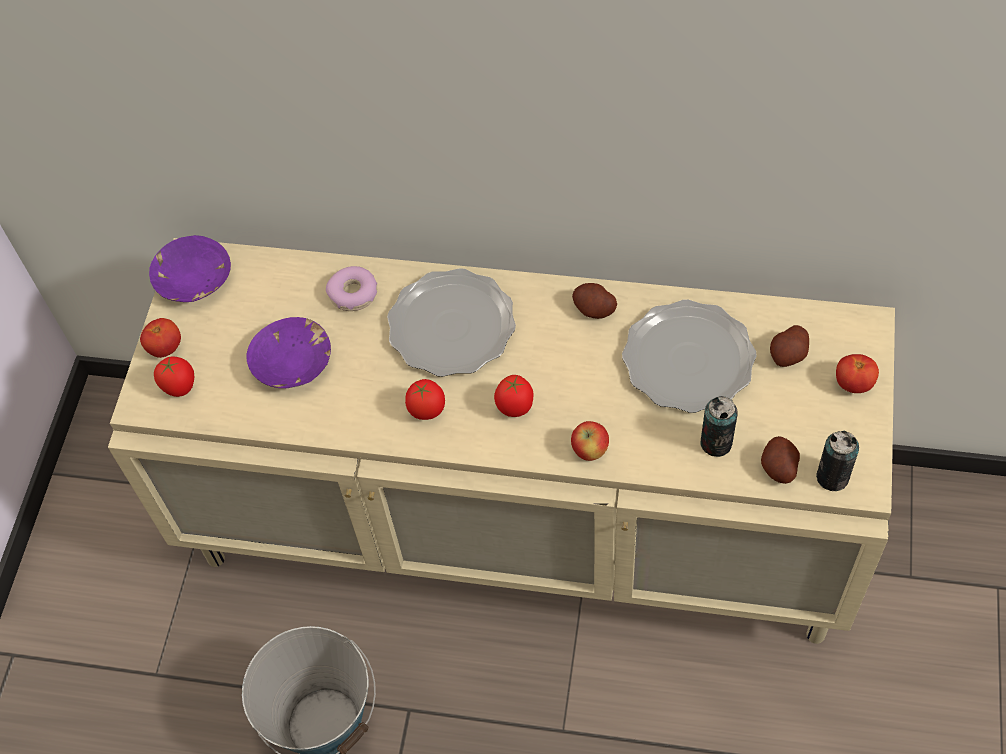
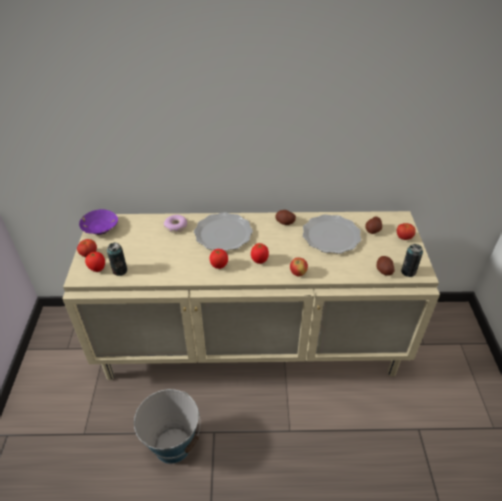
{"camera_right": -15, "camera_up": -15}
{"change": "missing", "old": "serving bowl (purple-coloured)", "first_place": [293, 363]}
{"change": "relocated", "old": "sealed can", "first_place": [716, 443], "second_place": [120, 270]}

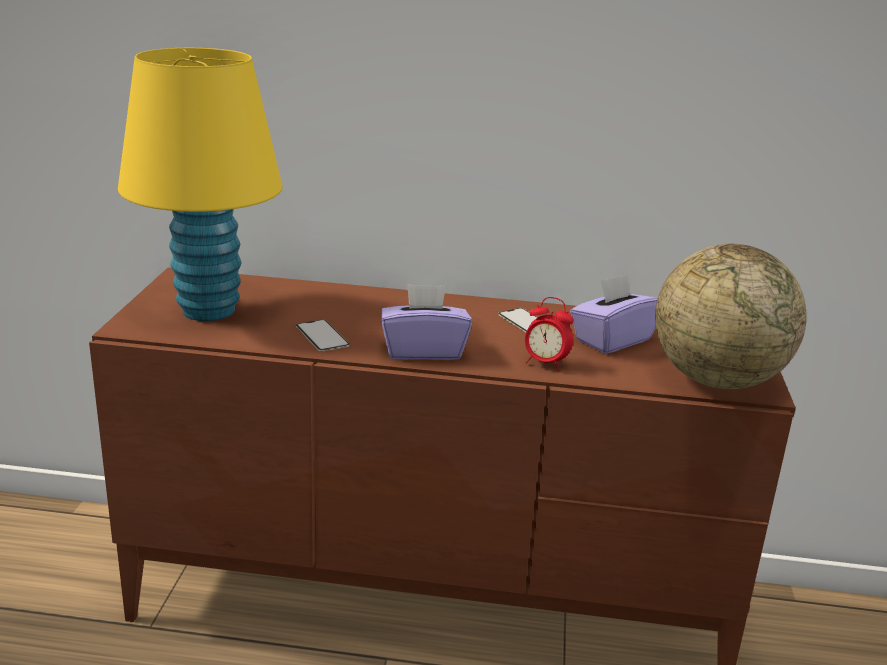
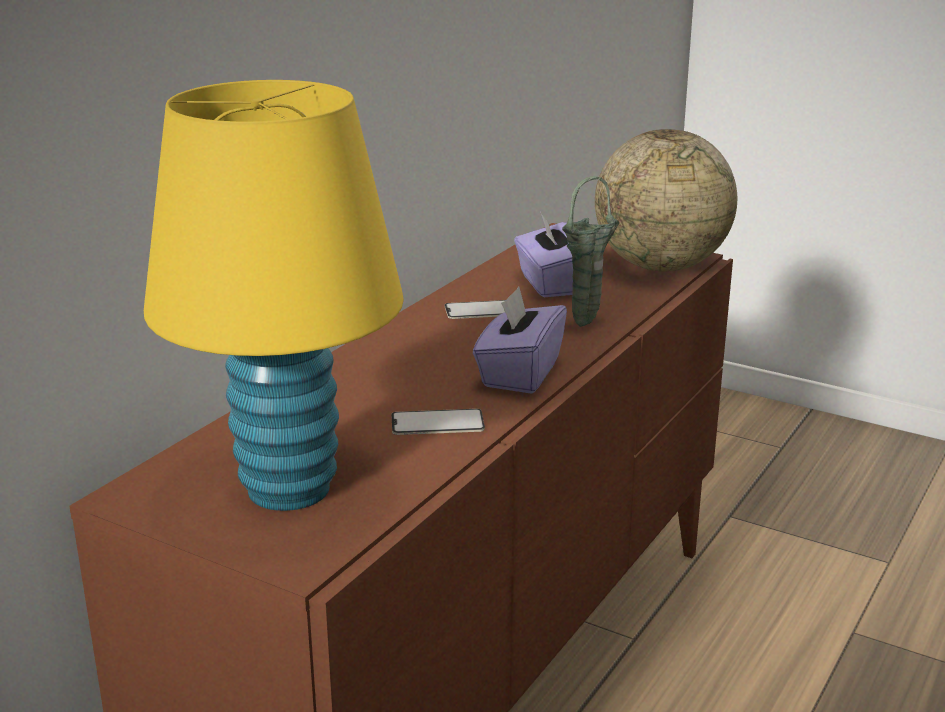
{"camera_right": -65, "camera_up": 0}
{"change": "exchanged", "old": "bedside clock", "new": "flower vase (green-coloured)", "first_place": [545, 363], "second_place": [587, 323]}

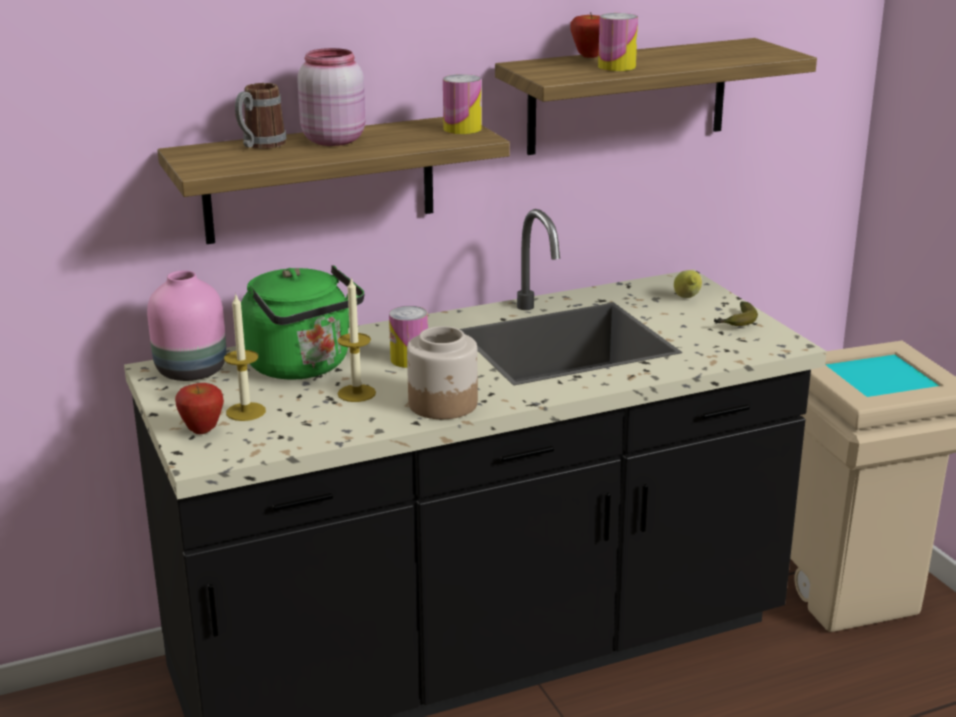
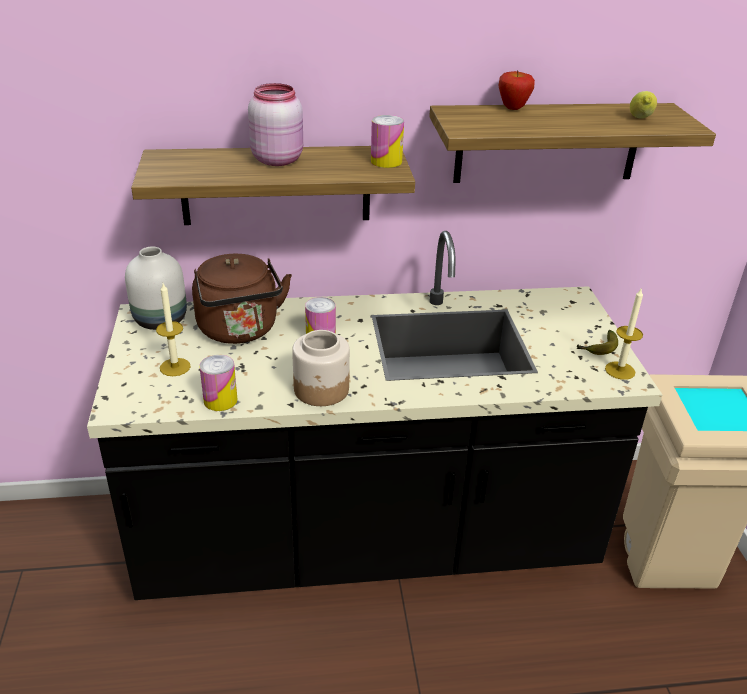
{"camera_right": 15, "camera_up": 10}
{"change": "missing", "old": "apple", "first_place": [202, 431]}
{"change": "missing", "old": "mug", "first_place": [259, 145]}
{"change": "relocated", "old": "wax light", "first_place": [356, 393], "second_place": [620, 370]}
{"change": "relocated", "old": "sealed can", "first_place": [616, 67], "second_place": [220, 400]}
{"change": "relocated", "old": "lemon", "first_place": [687, 298], "second_place": [640, 119]}
{"change": "colour", "old": "flower vase (pink-coloured)", "new": "flower vase (white)", "first_place": [192, 371], "second_place": [162, 319]}
{"change": "colour", "old": "kettle (green-coloured)", "new": "kettle (brown)", "first_place": [303, 367], "second_place": [240, 331]}

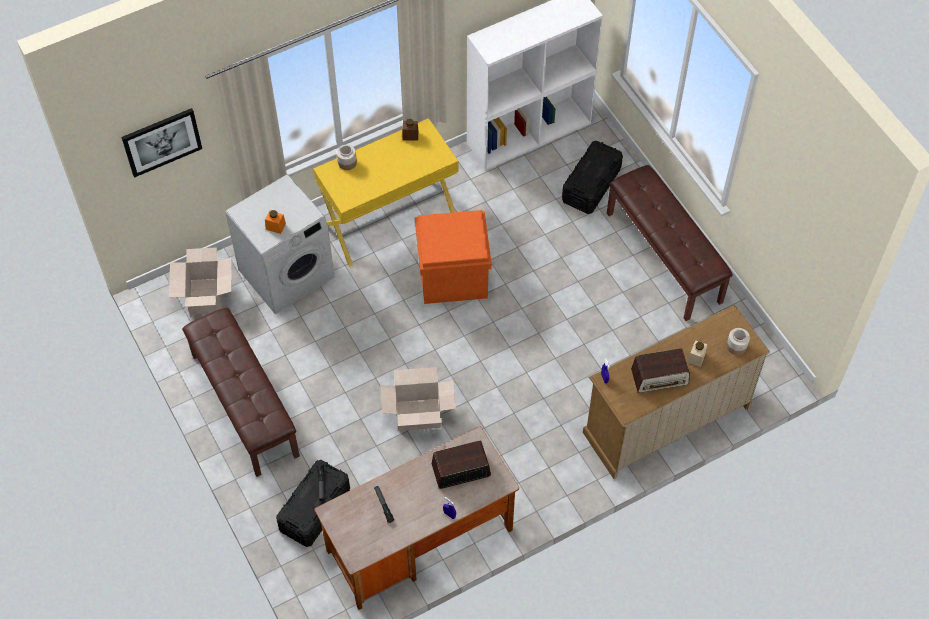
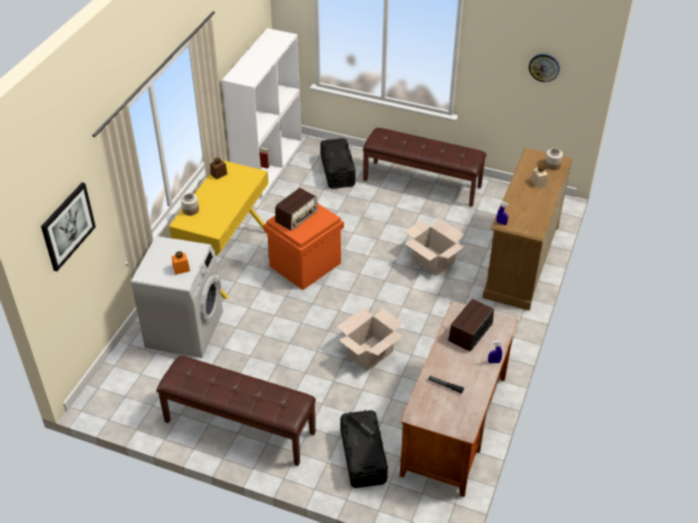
{"camera_right": -40, "camera_up": -15}
{"change": "appeared", "new": "clock on the wall", "second_place": [544, 67]}
{"change": "relocated", "old": "cardboard box", "first_place": [206, 296], "second_place": [433, 261]}
{"change": "relocated", "old": "radio receiver", "first_place": [660, 377], "second_place": [296, 216]}

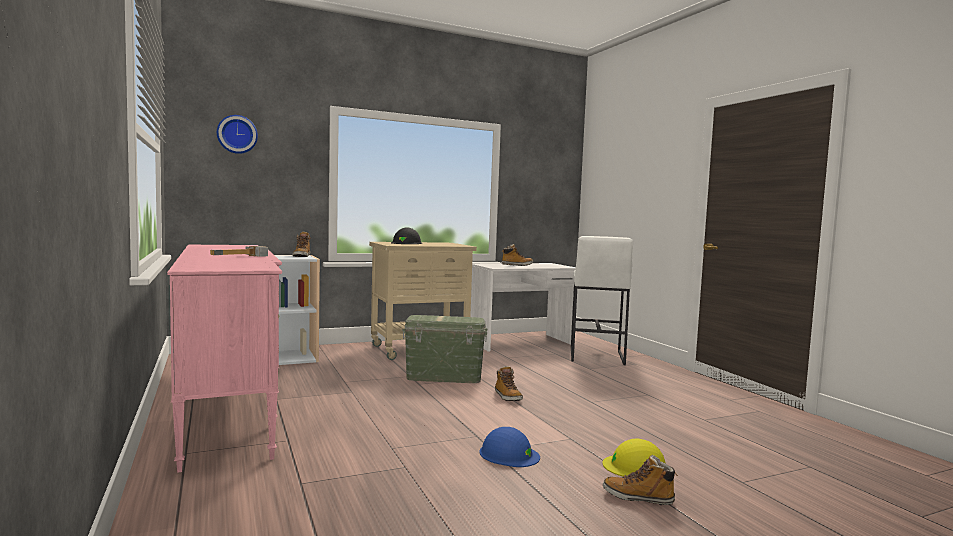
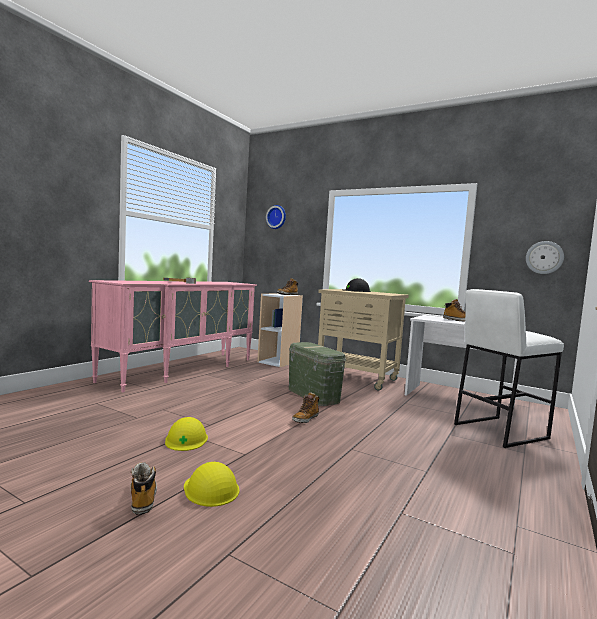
{"camera_right": 55, "camera_up": 0}
{"change": "appeared", "new": "clock on the wall", "second_place": [544, 257]}
{"change": "colour", "old": "safety helmet (blue-coloured)", "new": "safety helmet (yellowish)", "first_place": [509, 454], "second_place": [186, 439]}

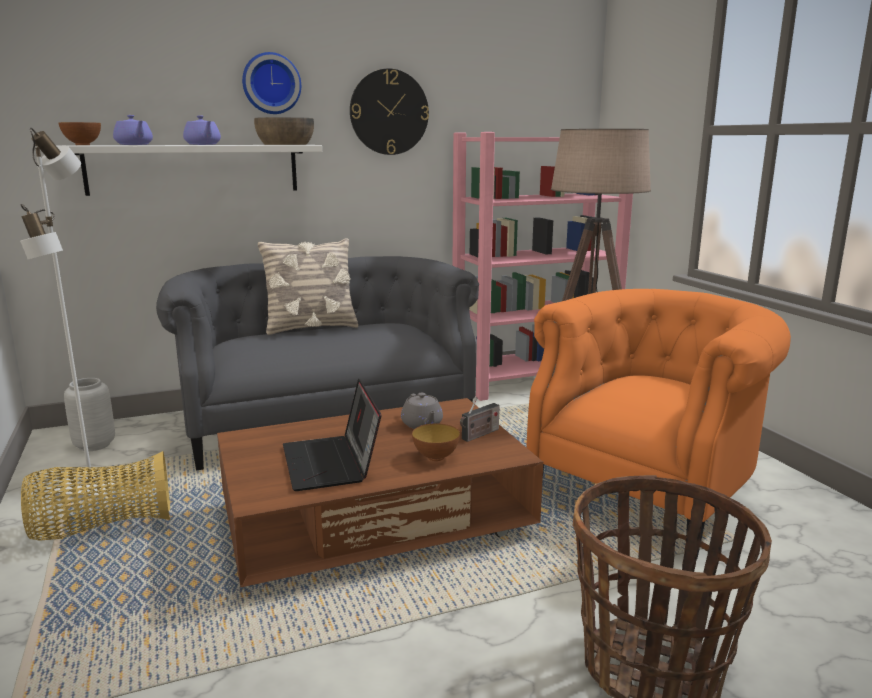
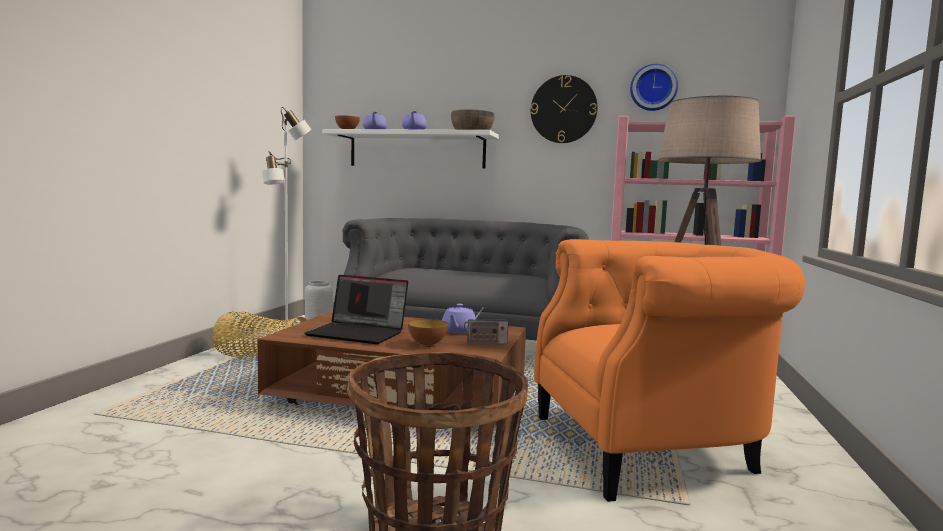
{"camera_right": 35, "camera_up": -10}
{"change": "missing", "old": "cushion (sand-coloured)", "first_place": [311, 328]}
{"change": "relocated", "old": "clock on the wall", "first_place": [271, 83], "second_place": [653, 88]}
{"change": "colour", "old": "tea pot (greyish)", "new": "tea pot (purple-coloured)", "first_place": [422, 424], "second_place": [458, 331]}
{"change": "spun", "old": "laptop", "first_place": [332, 463], "second_place": [359, 333], "degrees": -90}

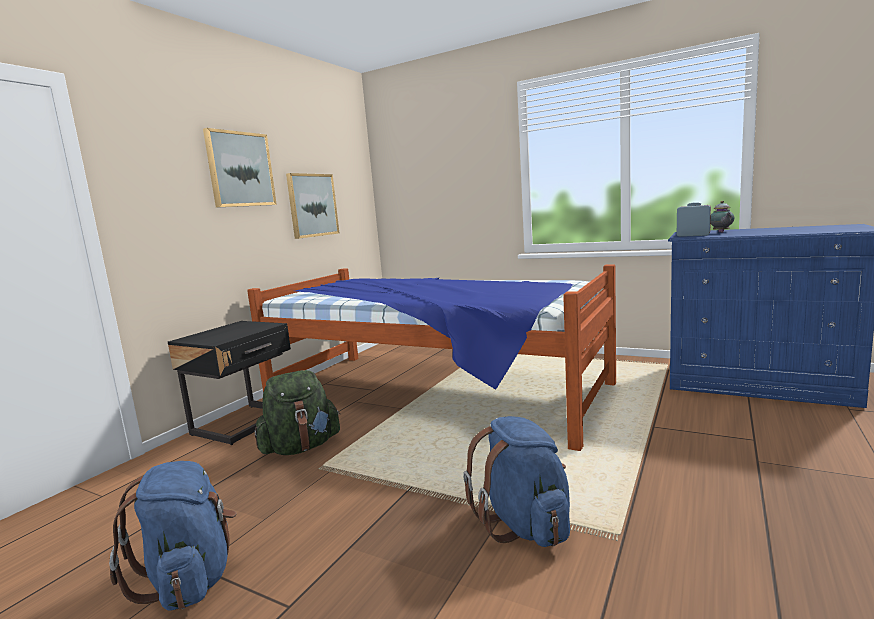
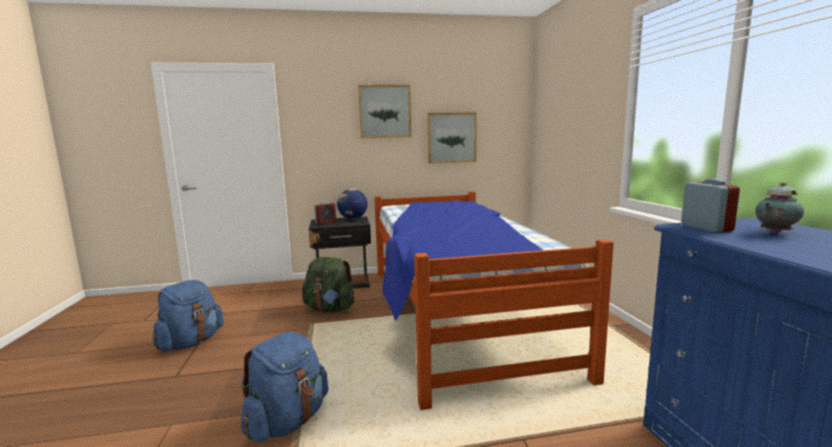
{"camera_right": 50, "camera_up": 0}
{"change": "appeared", "new": "bedside clock", "second_place": [325, 223]}
{"change": "appeared", "new": "world globe", "second_place": [353, 219]}

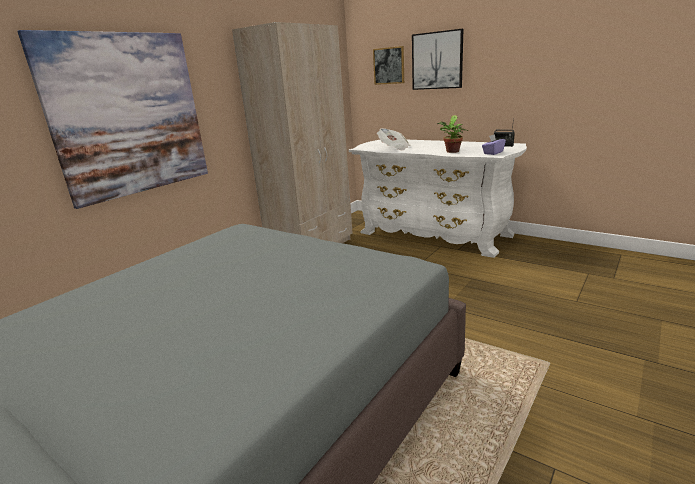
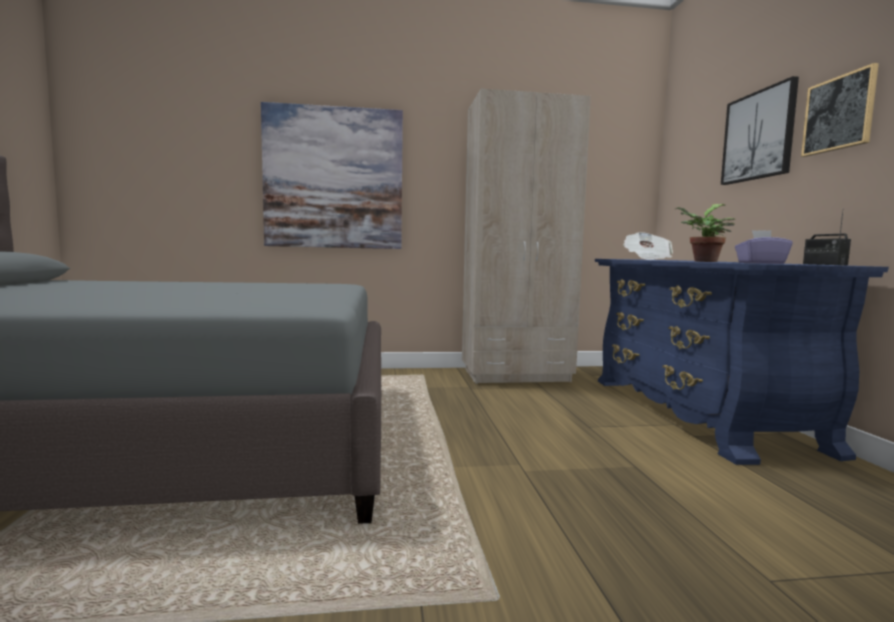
{"camera_right": 45, "camera_up": -15}
{"change": "relocated", "old": "picture", "first_place": [389, 65], "second_place": [839, 113]}
{"change": "colour", "old": "chest of drawers (white)", "new": "chest of drawers (blue-coloured)", "first_place": [432, 235], "second_place": [692, 412]}

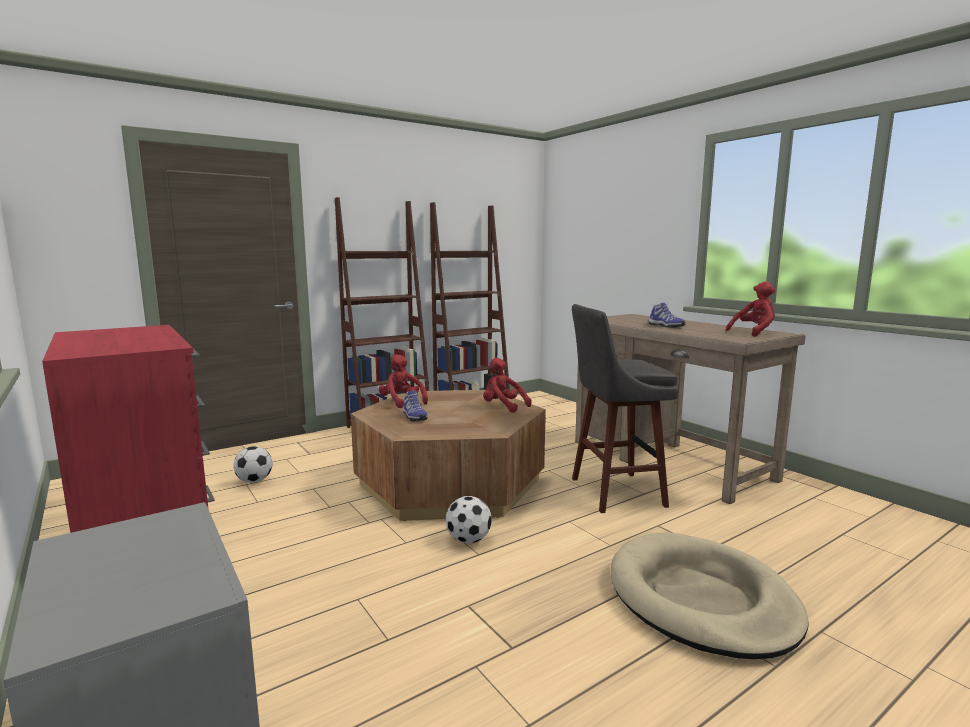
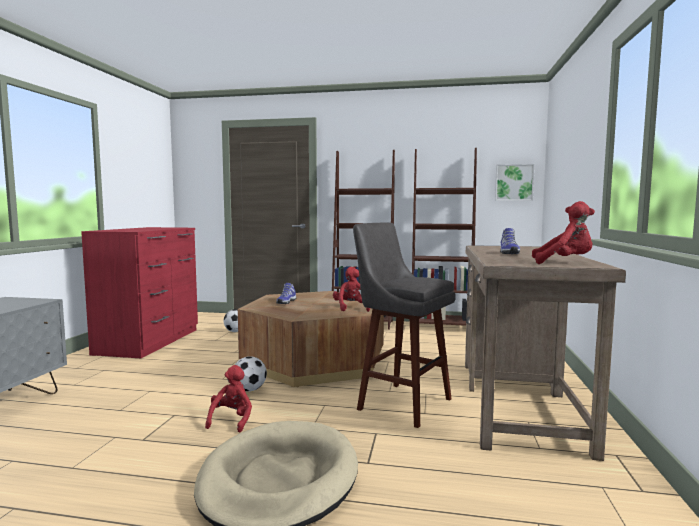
{"camera_right": 45, "camera_up": -5}
{"change": "appeared", "new": "picture", "second_place": [514, 182]}
{"change": "relocated", "old": "cuddly toy (red-coloured)", "first_place": [402, 402], "second_place": [231, 420]}

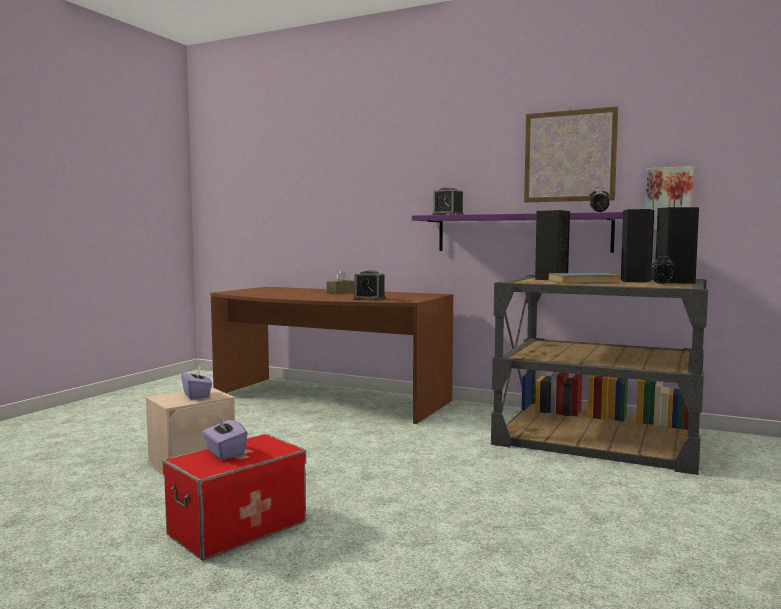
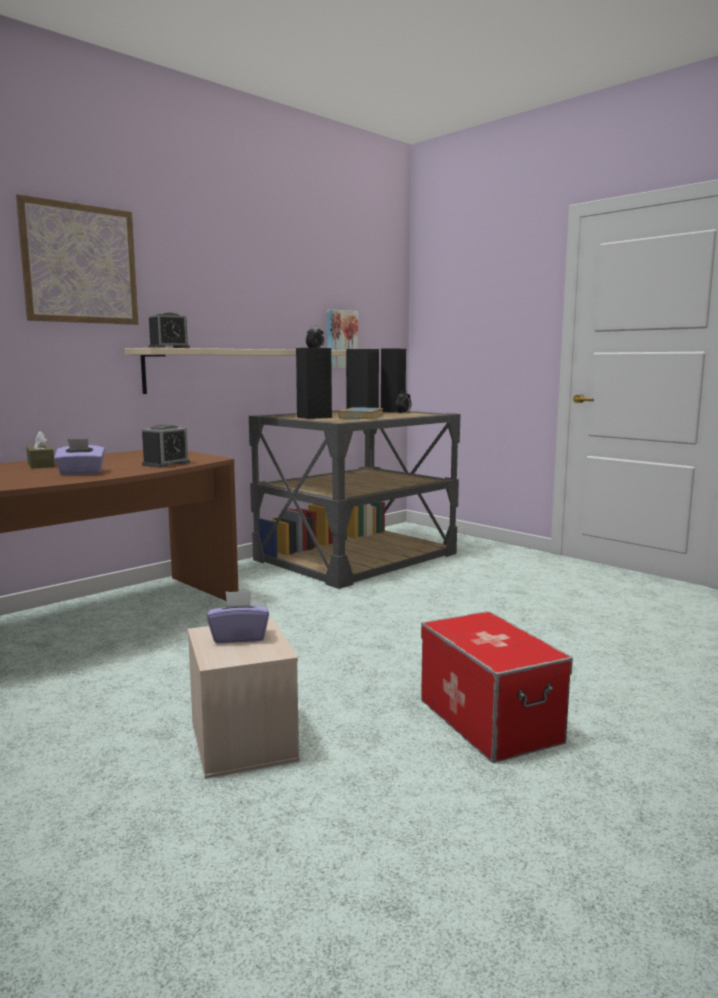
{"camera_right": -70, "camera_up": 5}
{"change": "relocated", "old": "box of tissues (purple-coloured)", "first_place": [224, 453], "second_place": [81, 473]}
{"change": "relocated", "old": "picture", "first_place": [569, 155], "second_place": [80, 262]}
{"change": "colour", "old": "wall shelf (purple-coloured)", "new": "wall shelf (sand-coloured)", "first_place": [522, 233], "second_place": [232, 370]}

